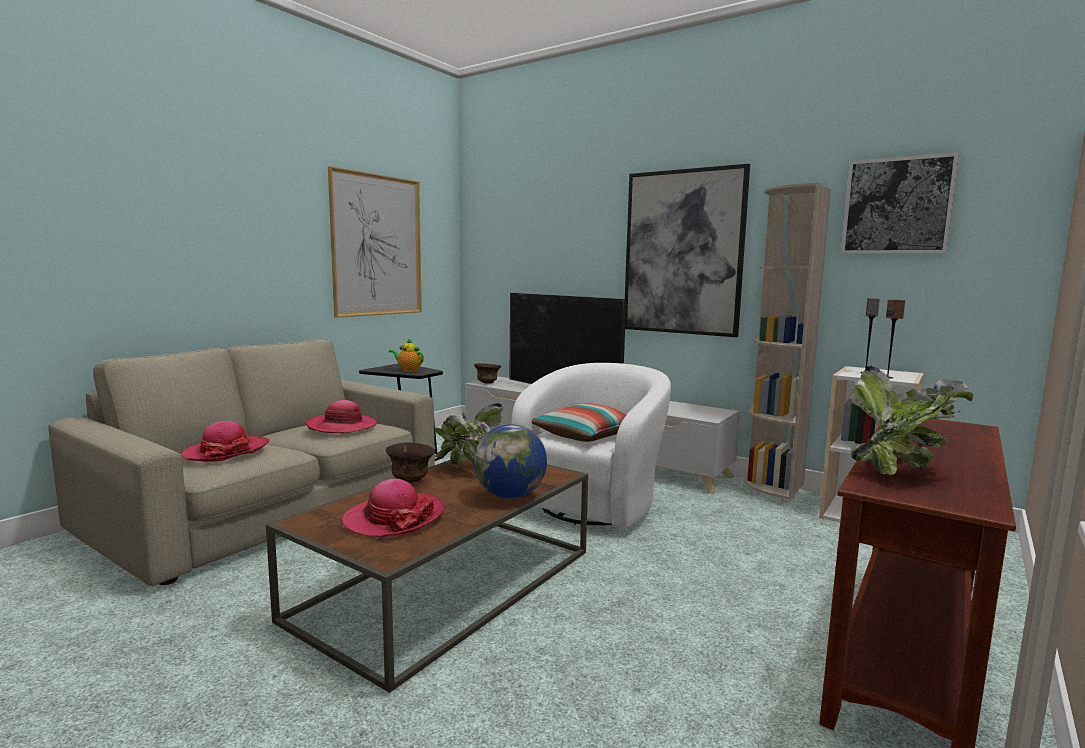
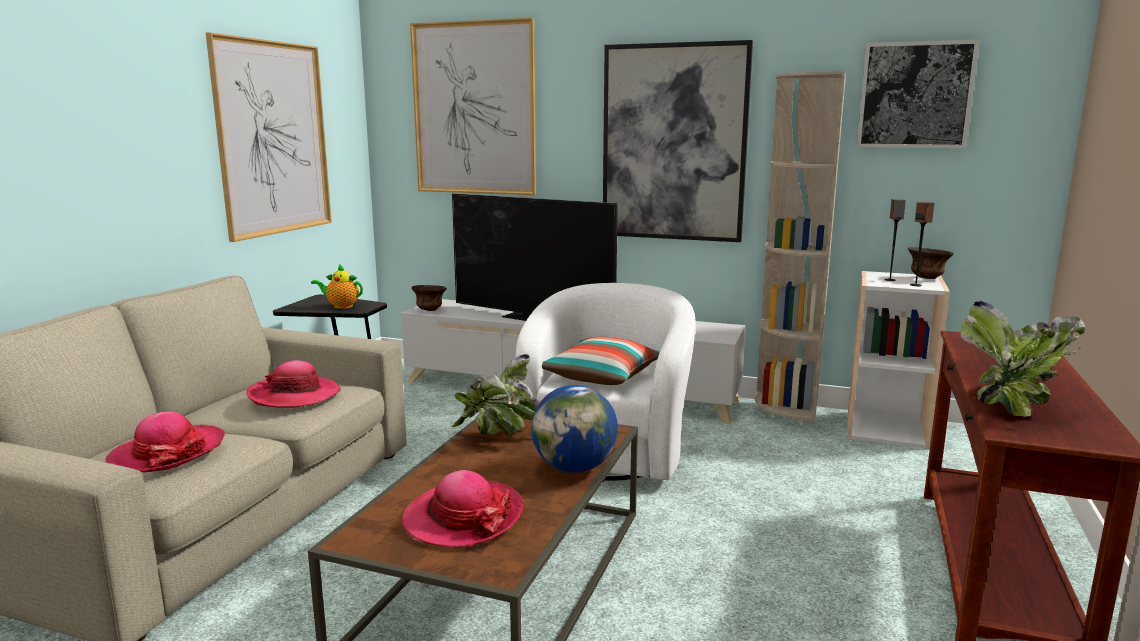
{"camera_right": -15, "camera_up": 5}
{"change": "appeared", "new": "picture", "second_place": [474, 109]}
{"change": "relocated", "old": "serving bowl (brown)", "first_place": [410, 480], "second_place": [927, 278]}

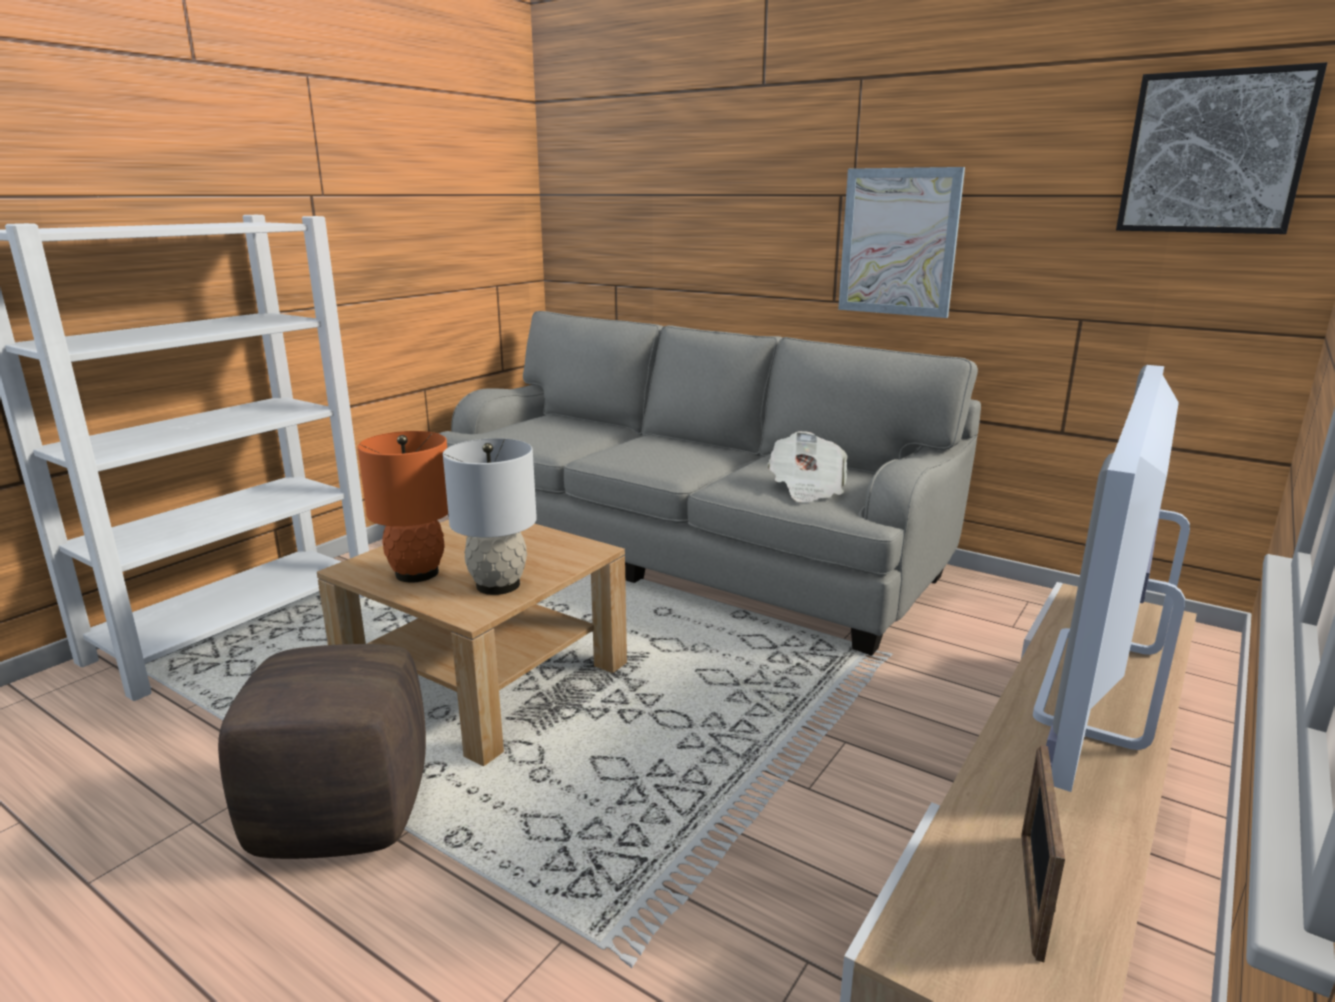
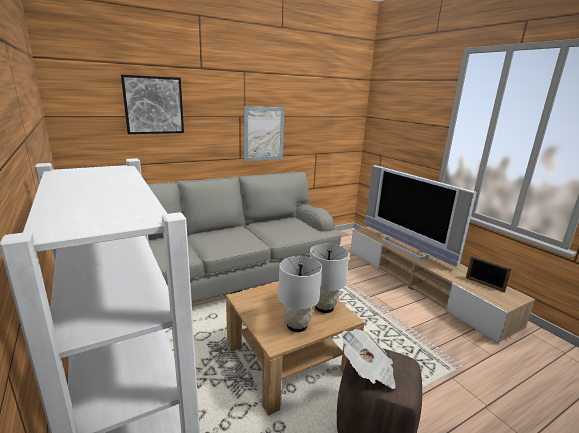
{"camera_right": -65, "camera_up": 0}
{"change": "relocated", "old": "printed paper", "first_place": [806, 488], "second_place": [367, 370]}
{"change": "relocated", "old": "picture", "first_place": [1214, 153], "second_place": [154, 105]}
{"change": "colour", "old": "tabletop lamp (orange)", "new": "tabletop lamp (white)", "first_place": [417, 573], "second_place": [297, 325]}

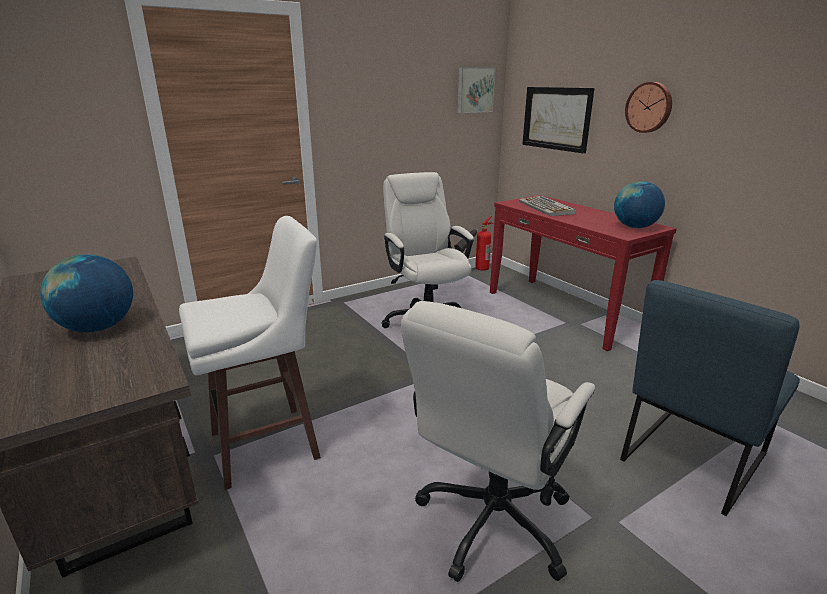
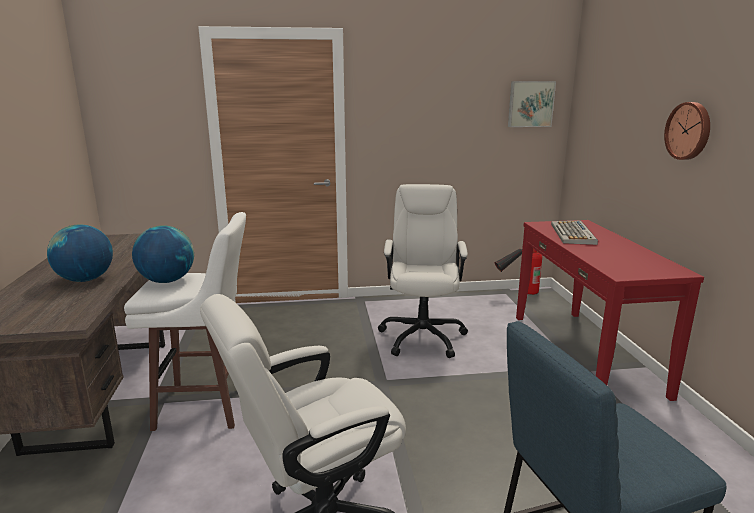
{"camera_right": 25, "camera_up": -5}
{"change": "missing", "old": "picture", "first_place": [556, 118]}
{"change": "relocated", "old": "world globe", "first_place": [634, 227], "second_place": [167, 281]}

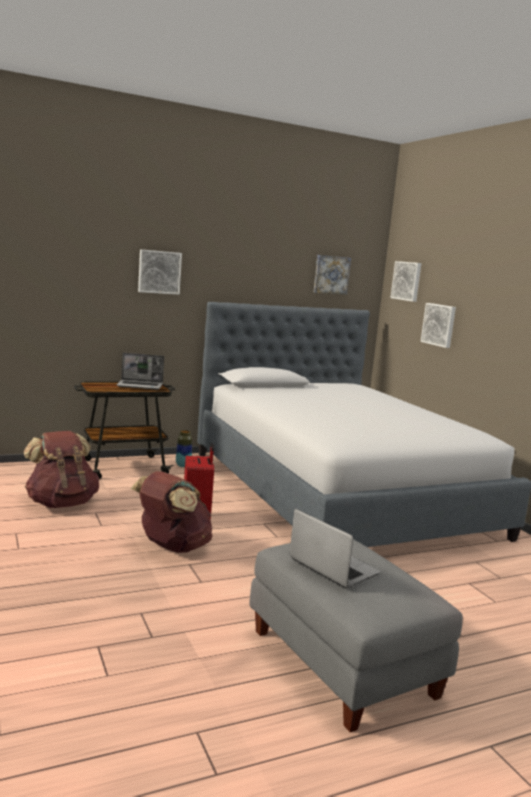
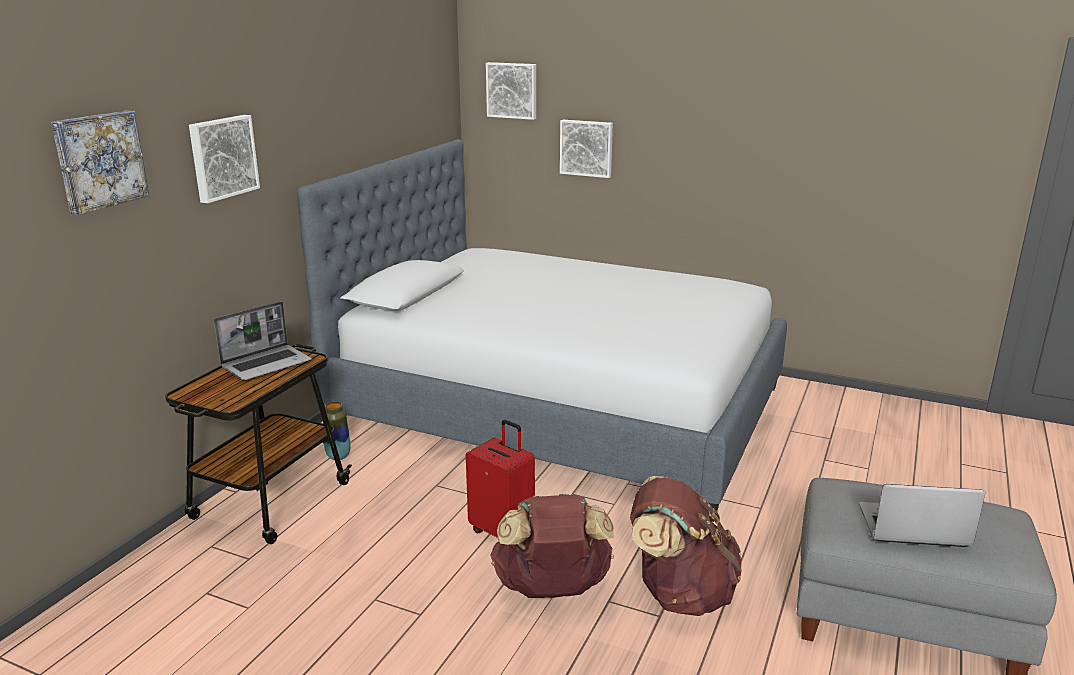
{"camera_right": -40, "camera_up": 10}
{"change": "relocated", "old": "backpack (brown)", "first_place": [61, 503], "second_place": [679, 593]}
{"change": "relocated", "old": "picture", "first_place": [331, 274], "second_place": [99, 160]}

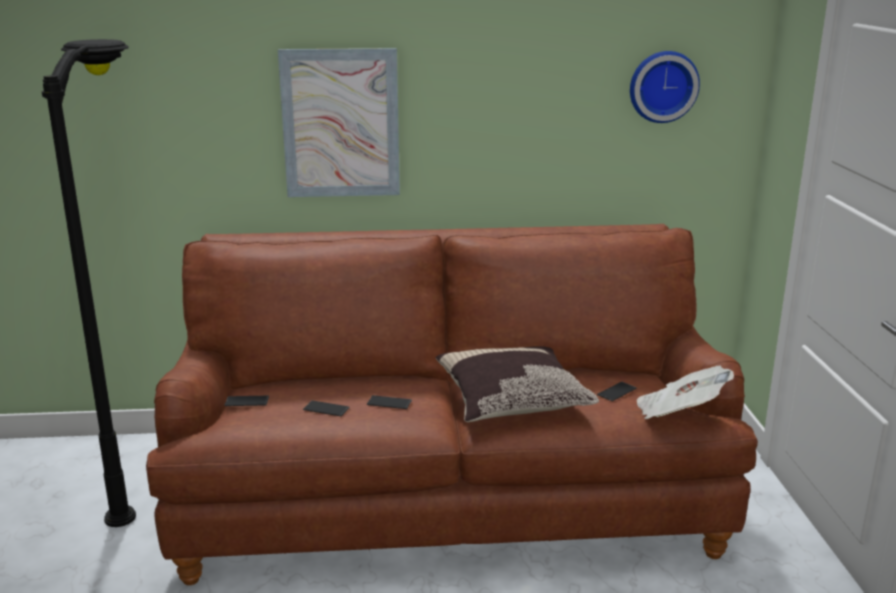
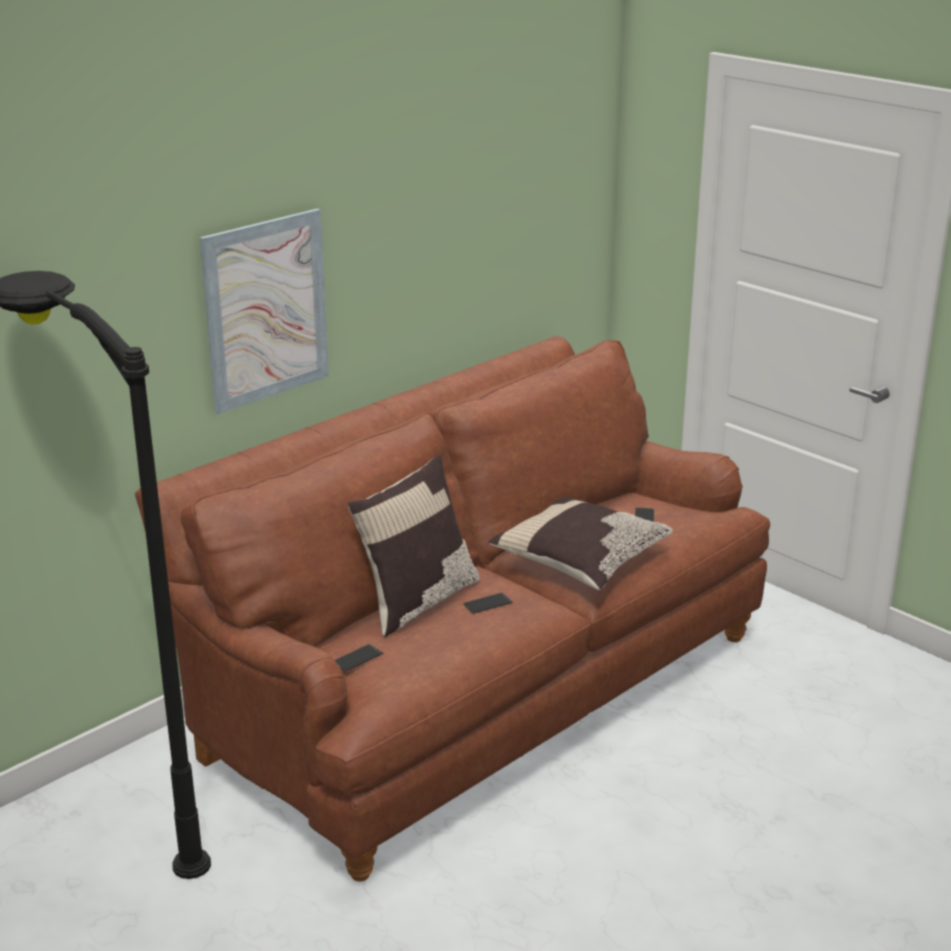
{"camera_right": -40, "camera_up": 5}
{"change": "missing", "old": "telephone", "first_place": [326, 409]}
{"change": "missing", "old": "clock on the wall", "first_place": [662, 86]}
{"change": "missing", "old": "printed paper", "first_place": [679, 413]}
{"change": "appeared", "new": "cushion", "second_place": [416, 602]}

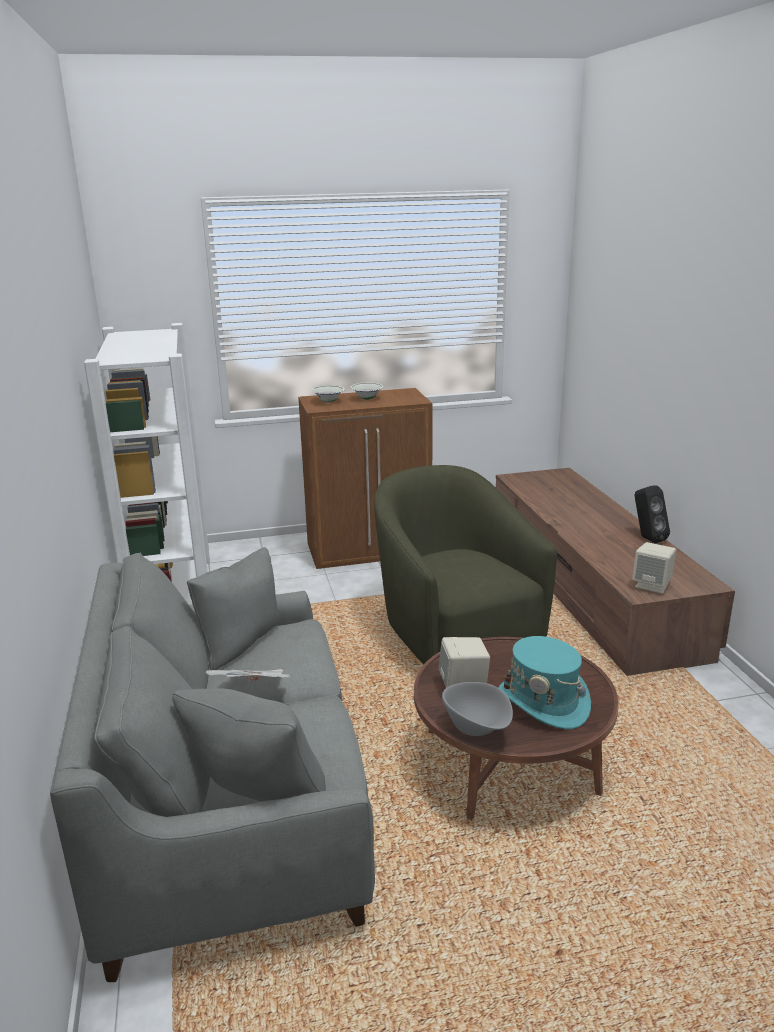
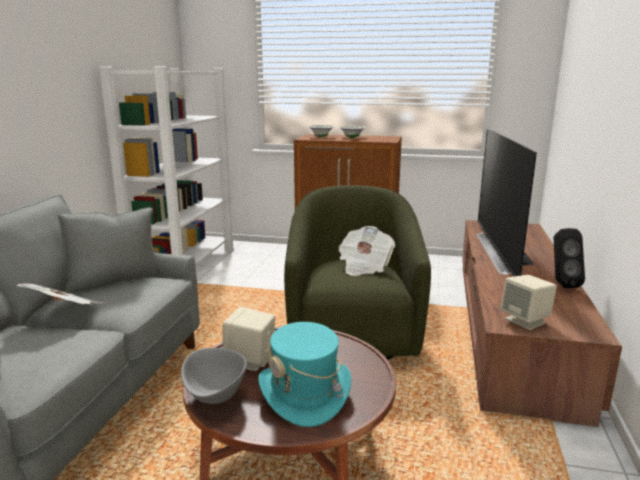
{"camera_right": 25, "camera_up": -5}
{"change": "appeared", "new": "printed paper", "second_place": [364, 266]}
{"change": "appeared", "new": "TV set", "second_place": [502, 252]}

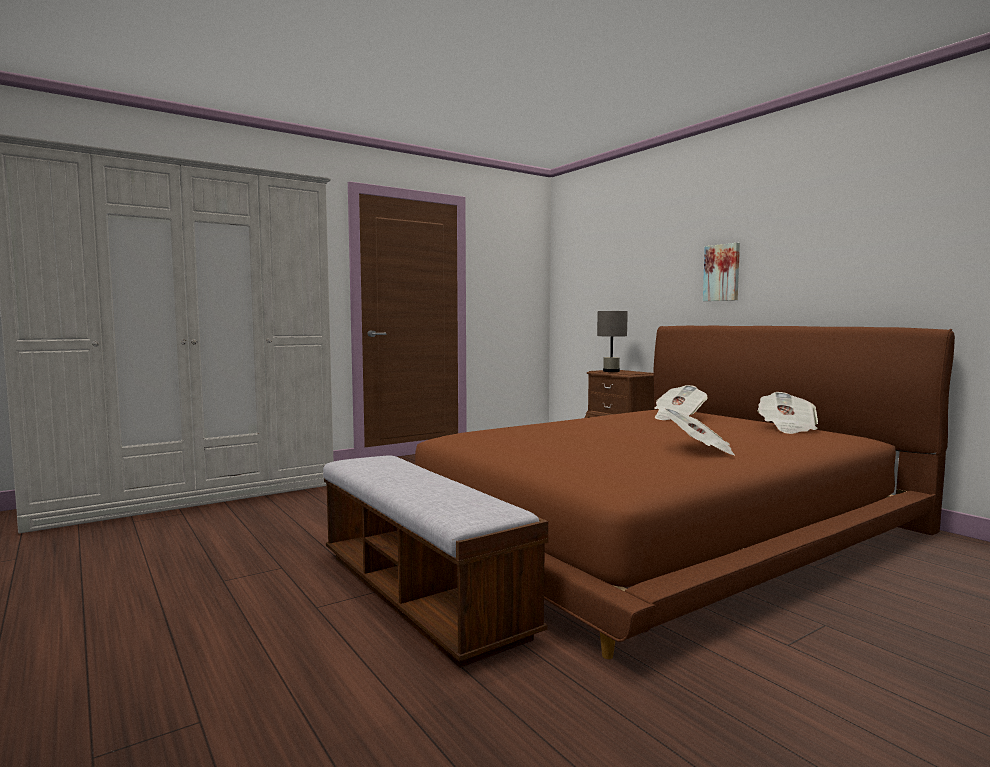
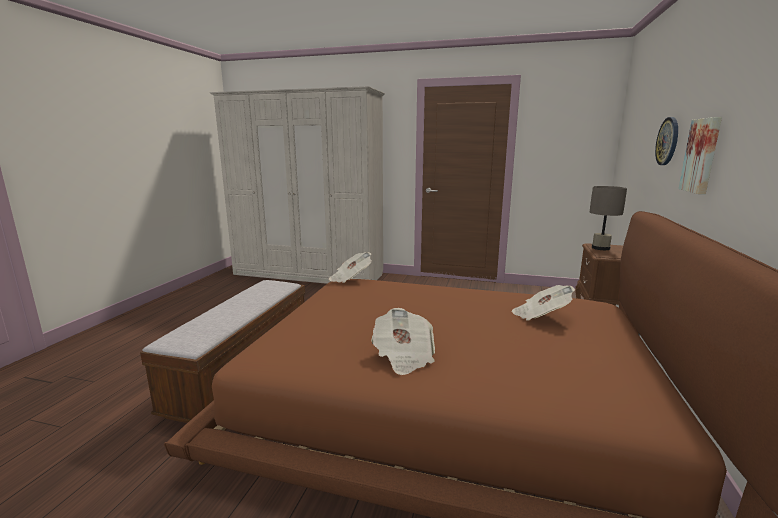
{"camera_right": 50, "camera_up": 10}
{"change": "appeared", "new": "clock on the wall", "second_place": [668, 141]}
{"change": "relocated", "old": "printed paper", "first_place": [787, 428], "second_place": [350, 278]}

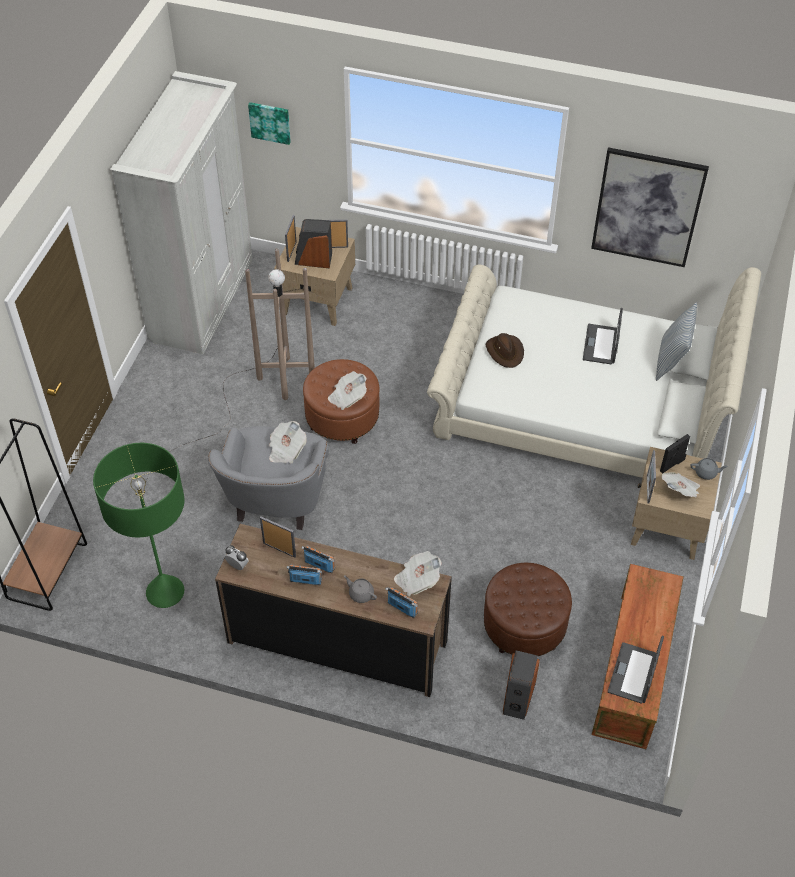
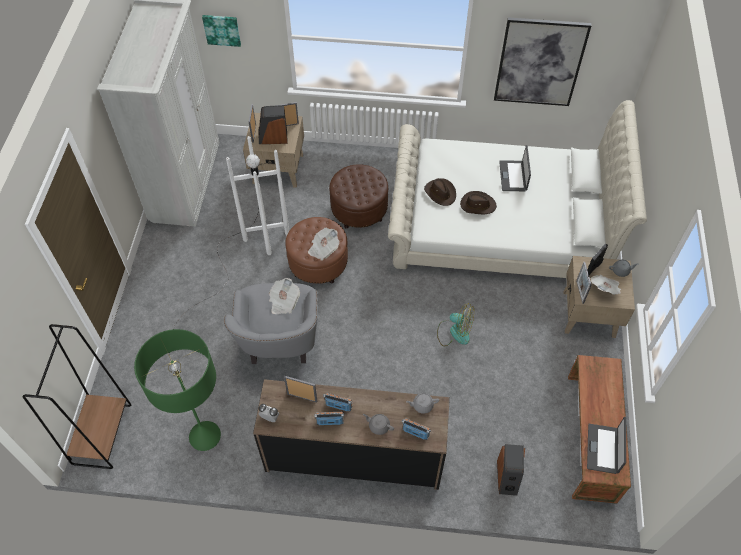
{"camera_right": -10, "camera_up": 5}
{"change": "missing", "old": "cushion", "first_place": [671, 361]}
{"change": "appeared", "new": "electric fan", "second_place": [454, 332]}
{"change": "appeared", "new": "hat (brown)", "second_place": [477, 205]}
{"change": "relocated", "old": "footrest (brown)", "first_place": [524, 627], "second_place": [359, 210]}
{"change": "exchanged", "old": "printed paper", "new": "tea pot (greyish)", "first_place": [417, 580], "second_place": [422, 405]}
{"change": "colour", "old": "standard lamp (brown)", "new": "standard lamp (white)", "first_place": [247, 400], "second_place": [239, 260]}

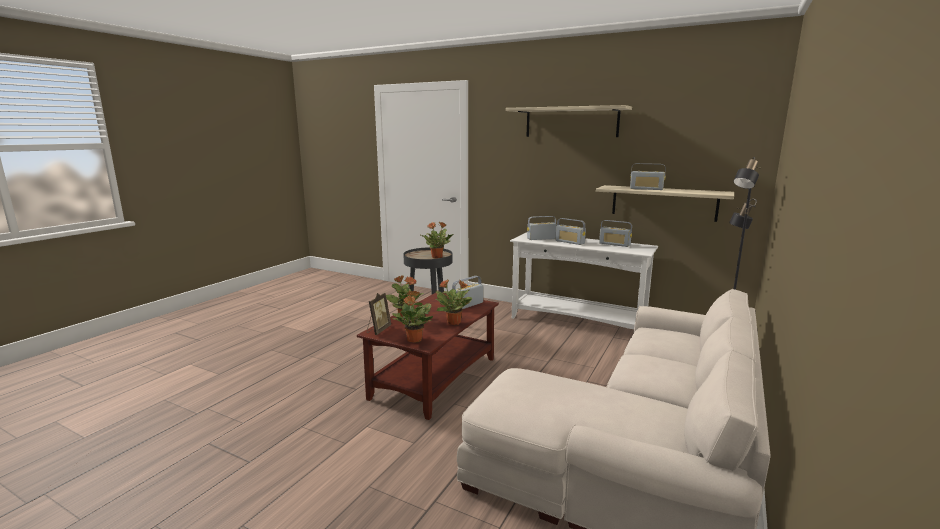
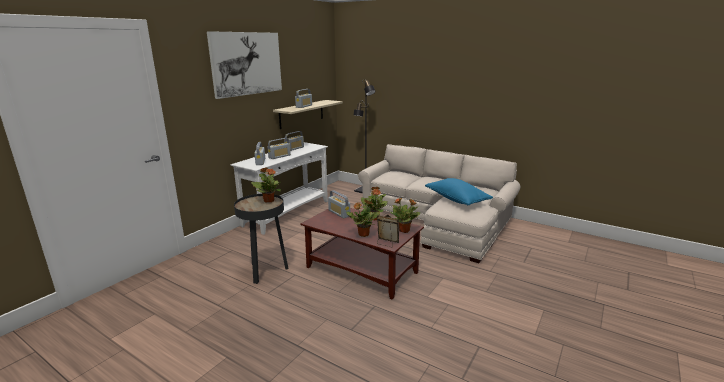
{"camera_right": -85, "camera_up": 5}
{"change": "appeared", "new": "cushion (blue-coloured)", "second_place": [456, 200]}
{"change": "exchanged", "old": "wall shelf", "new": "picture", "first_place": [571, 122], "second_place": [247, 63]}

